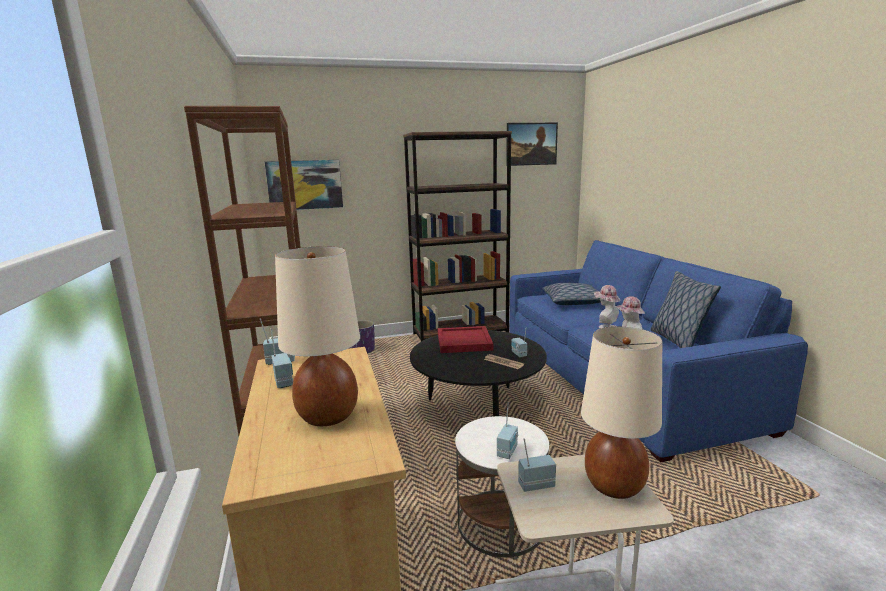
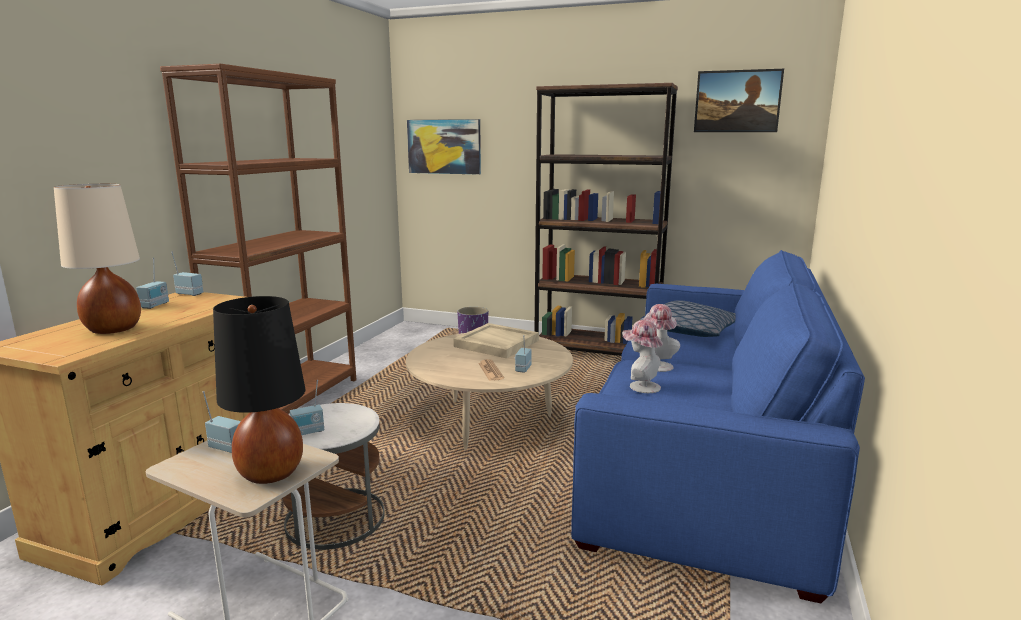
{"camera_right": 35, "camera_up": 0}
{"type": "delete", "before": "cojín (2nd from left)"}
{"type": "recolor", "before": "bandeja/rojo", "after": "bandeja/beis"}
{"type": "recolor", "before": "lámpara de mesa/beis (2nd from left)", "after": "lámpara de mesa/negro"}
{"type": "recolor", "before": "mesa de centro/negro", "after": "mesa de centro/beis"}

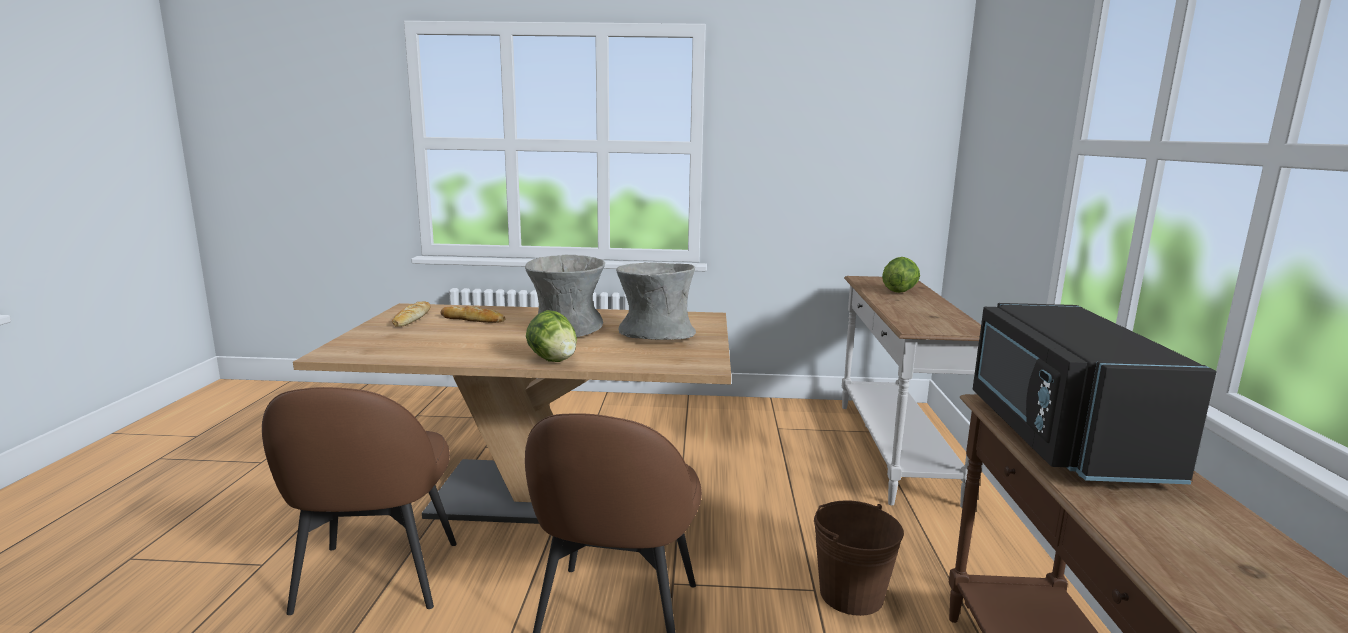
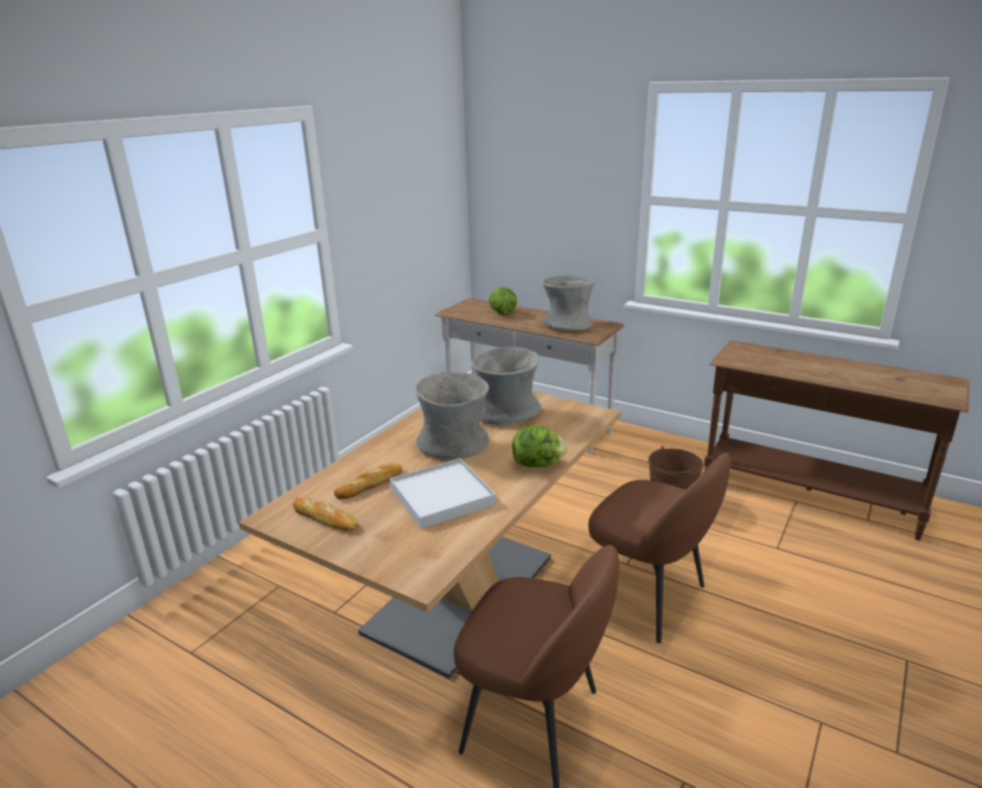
{"camera_right": -60, "camera_up": 10}
{"type": "delete", "before": "microondas/negro"}
{"type": "insert", "after": "florero/gris (3rd from left)"}
{"type": "insert", "after": "bandeja/blanco"}

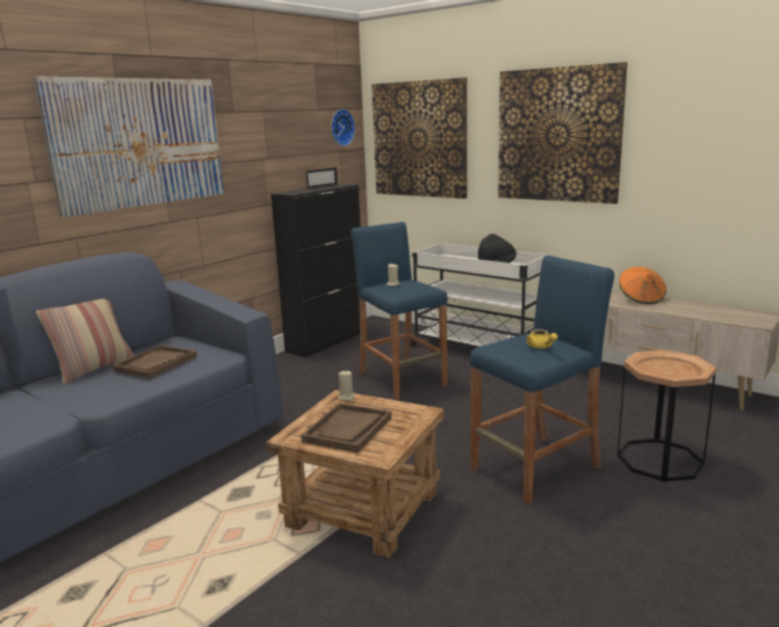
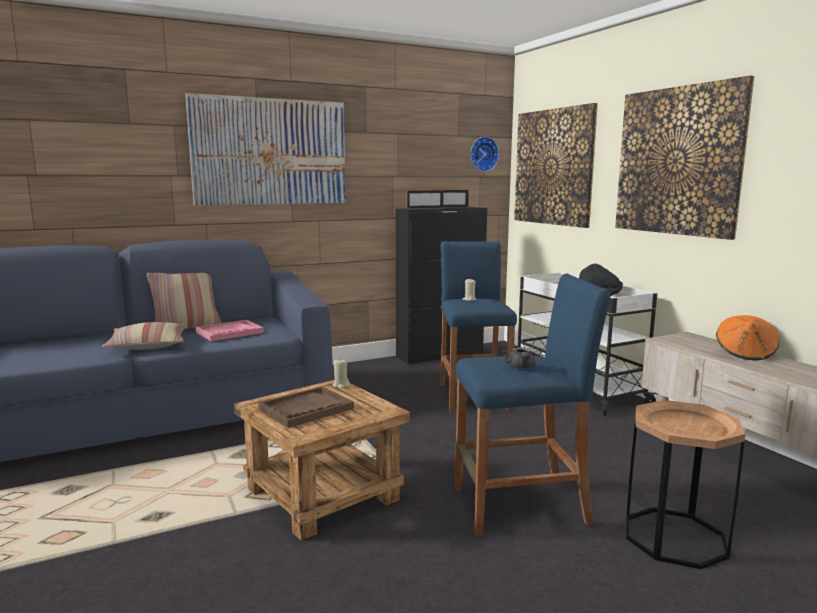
{"camera_right": 25, "camera_up": -5}
{"type": "recolor", "before": "tetera/amarillo", "after": "tetera/gris"}
{"type": "recolor", "before": "bandeja/marrón (1st from left)", "after": "bandeja/rosa"}
{"type": "insert", "after": "portarretratos (1st from left)"}
{"type": "insert", "after": "cojín (1st from left)"}

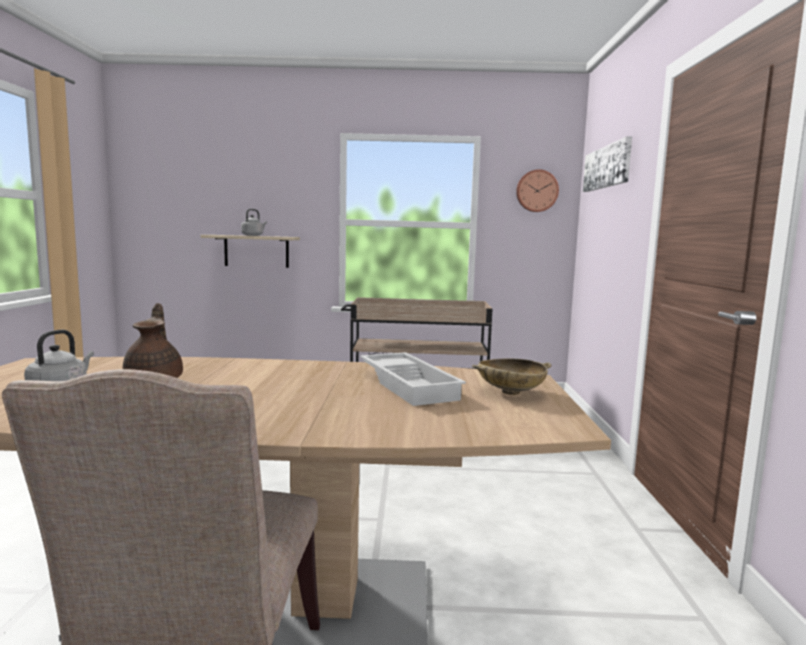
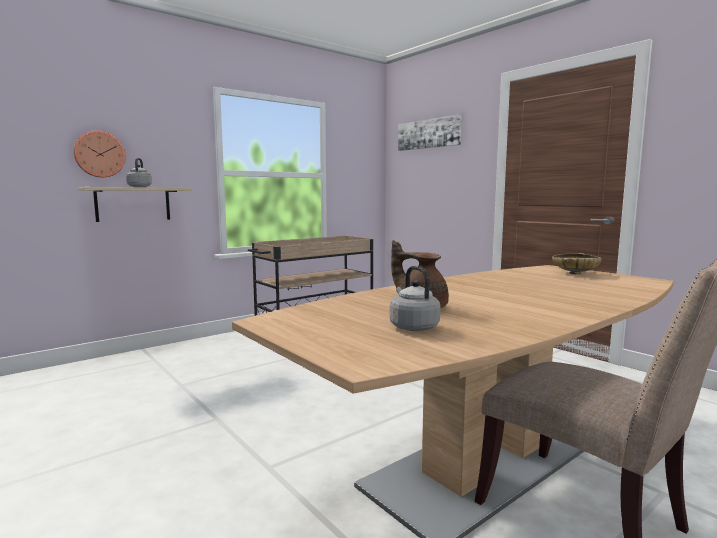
{"camera_right": -40, "camera_up": 0}
{"type": "move", "before": "reloj de pared"}
{"type": "delete", "before": "bandeja/blanco"}

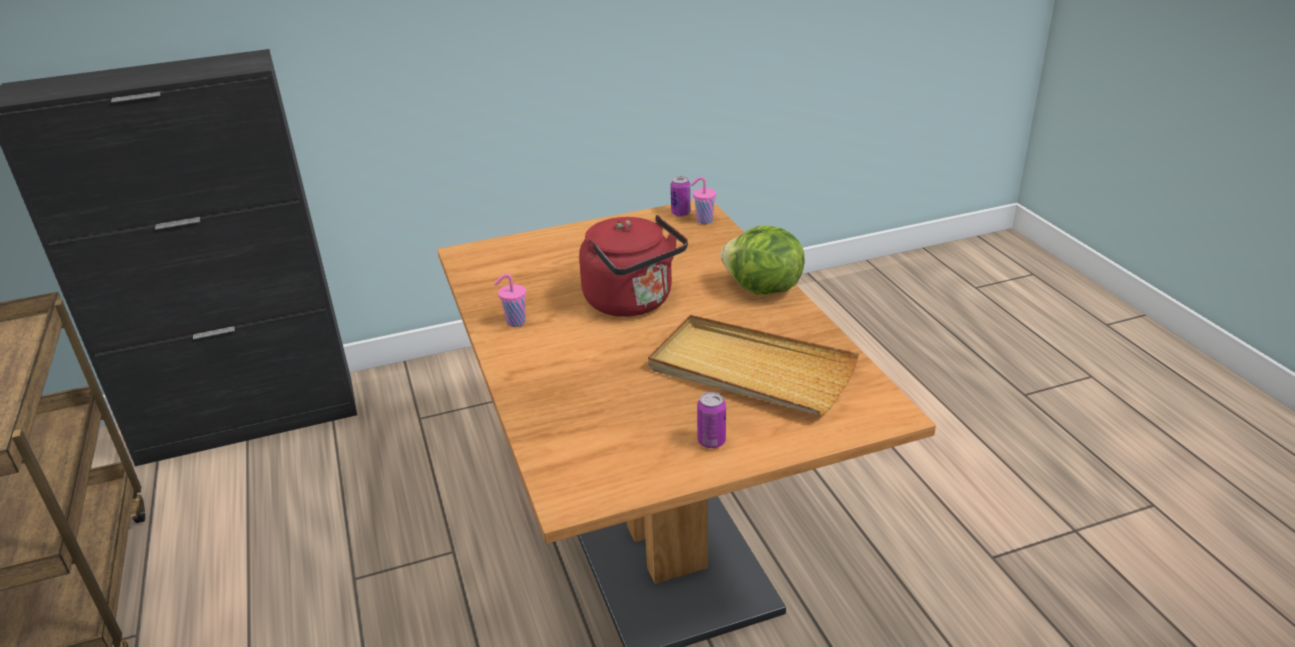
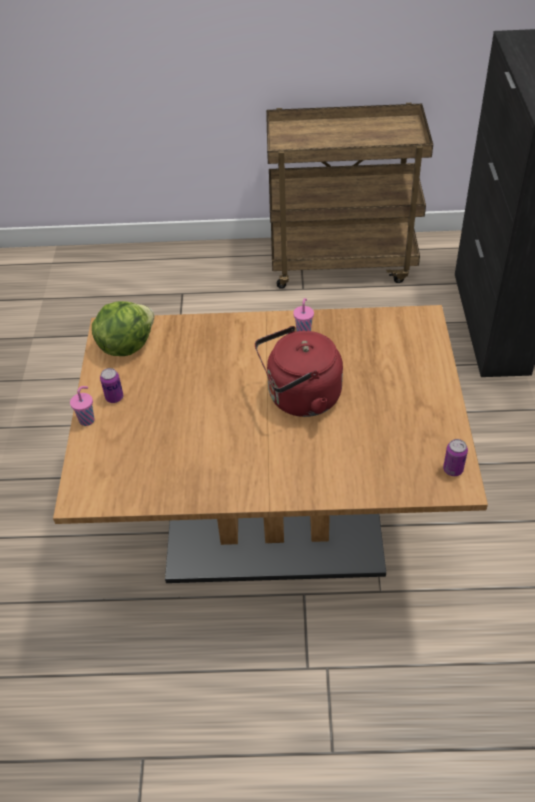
{"camera_right": 110, "camera_up": 15}
{"type": "move", "before": "taza/rosa (2nd from left in the first image)", "after": "taza/rosa (1st from left)"}
{"type": "move", "before": "lechuga"}
{"type": "delete", "before": "bandeja/beis"}

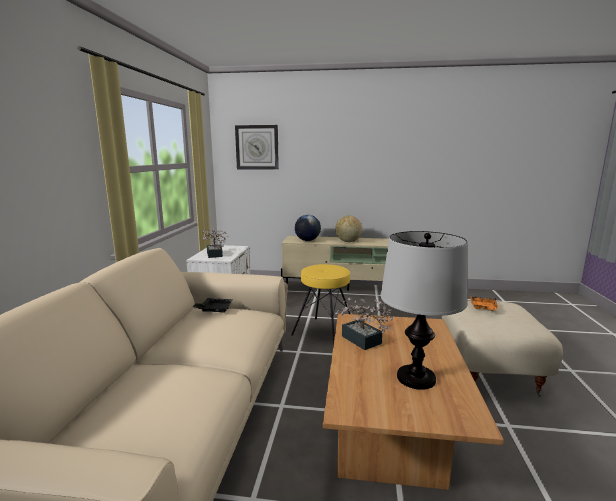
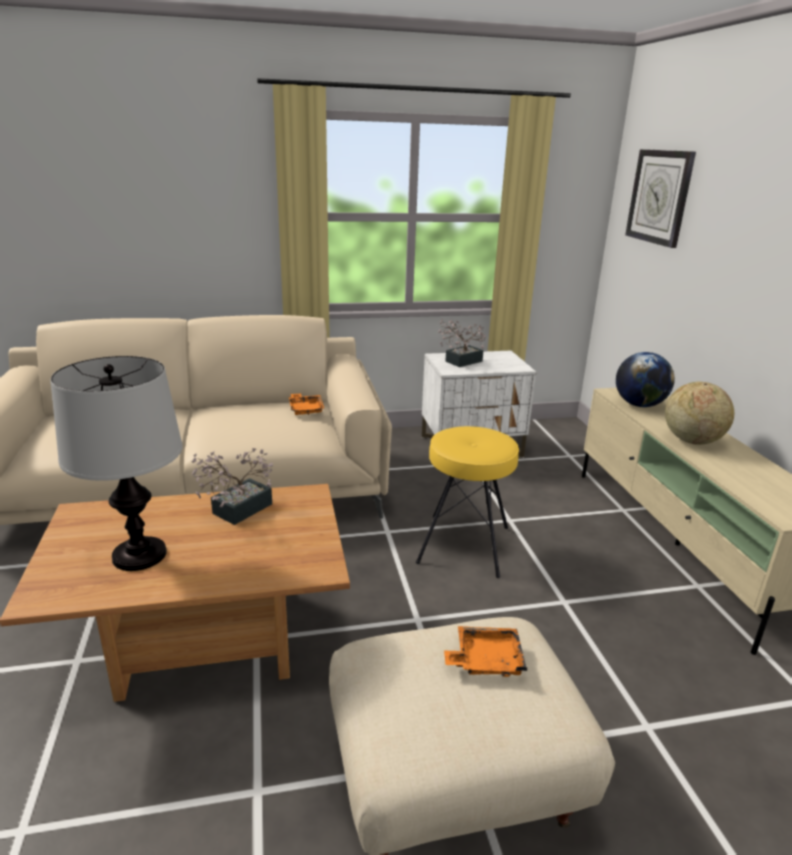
{"camera_right": 70, "camera_up": 10}
{"type": "recolor", "before": "bandeja/negro", "after": "bandeja/naranja (1st from left)"}

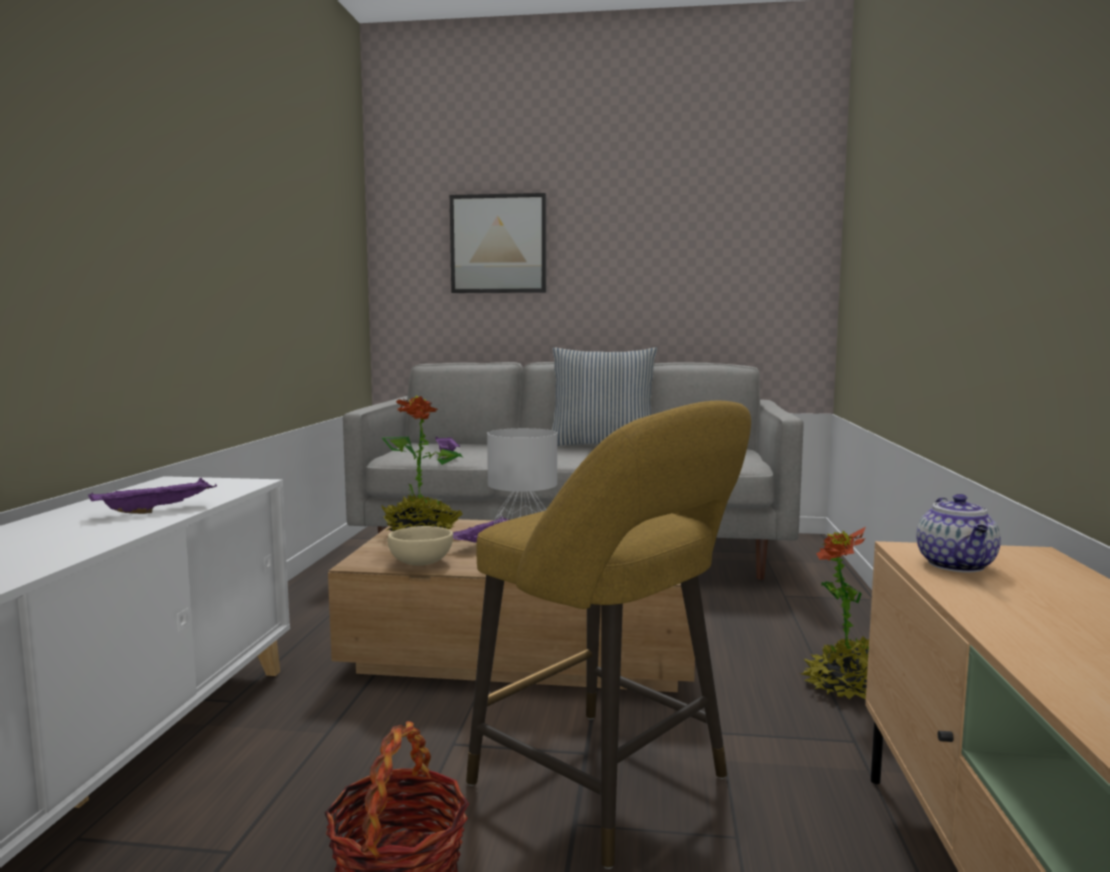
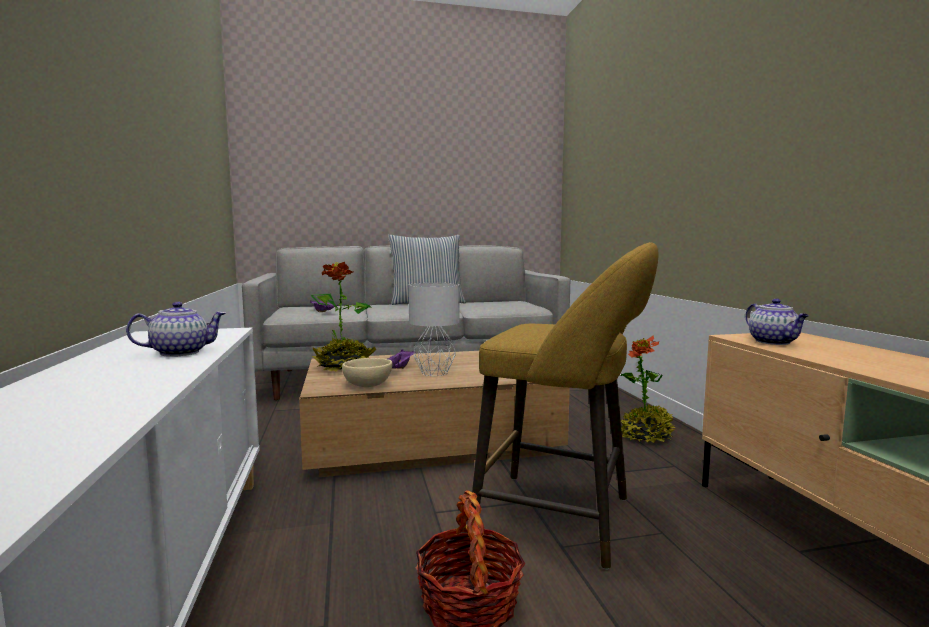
{"camera_right": -20, "camera_up": 0}
{"type": "delete", "before": "cuadro"}
{"type": "replace", "before": "bandeja/morado (1st from left)", "after": "tetera (1st from left)"}

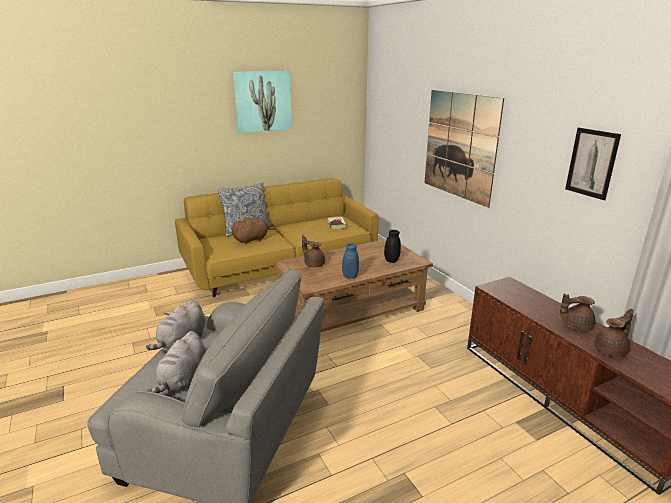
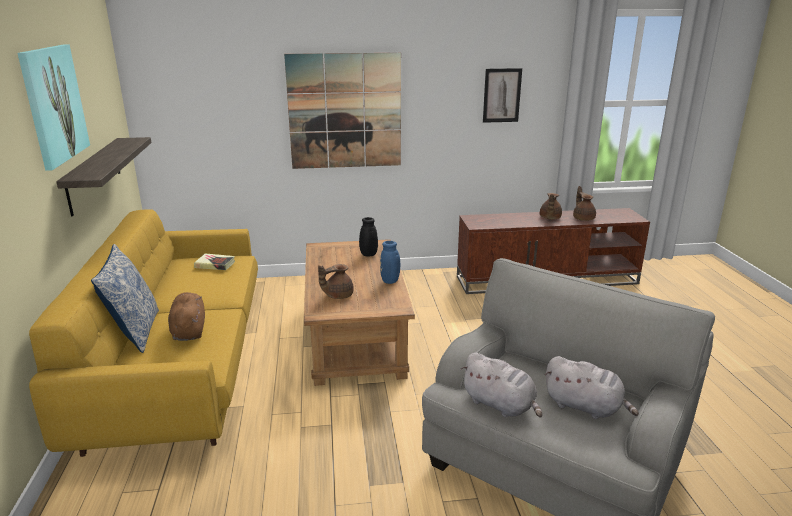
{"camera_right": -70, "camera_up": 0}
{"type": "insert", "after": "estante"}

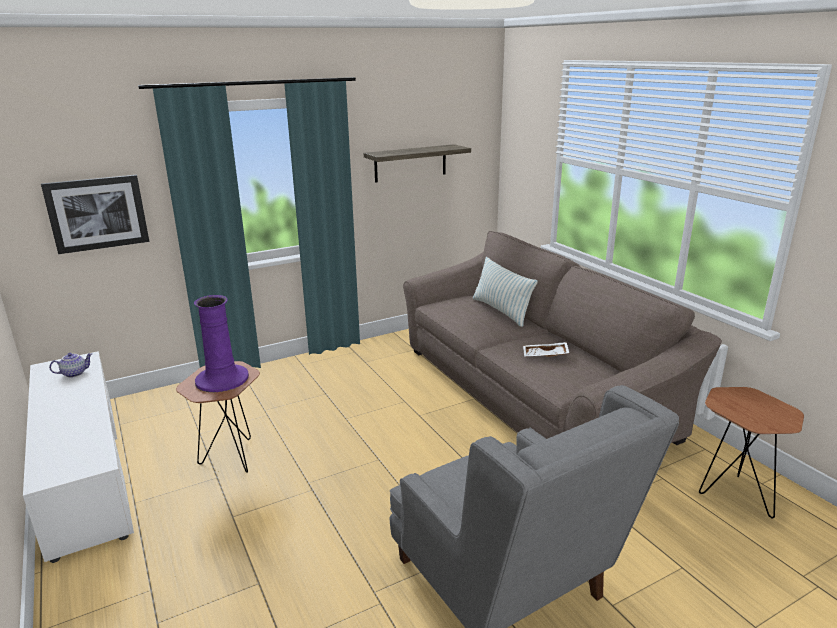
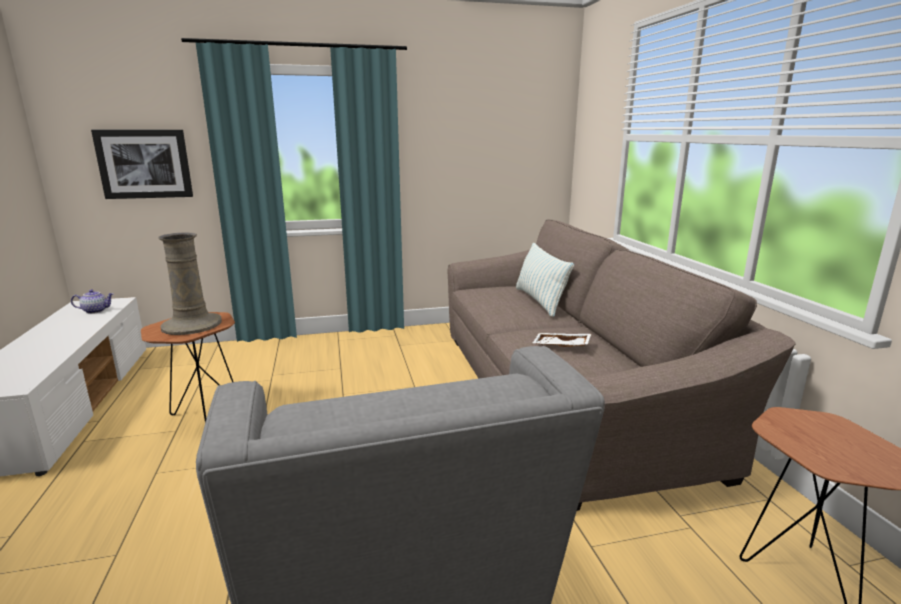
{"camera_right": 15, "camera_up": -5}
{"type": "delete", "before": "estante"}
{"type": "recolor", "before": "florero/morado", "after": "florero/beis"}

